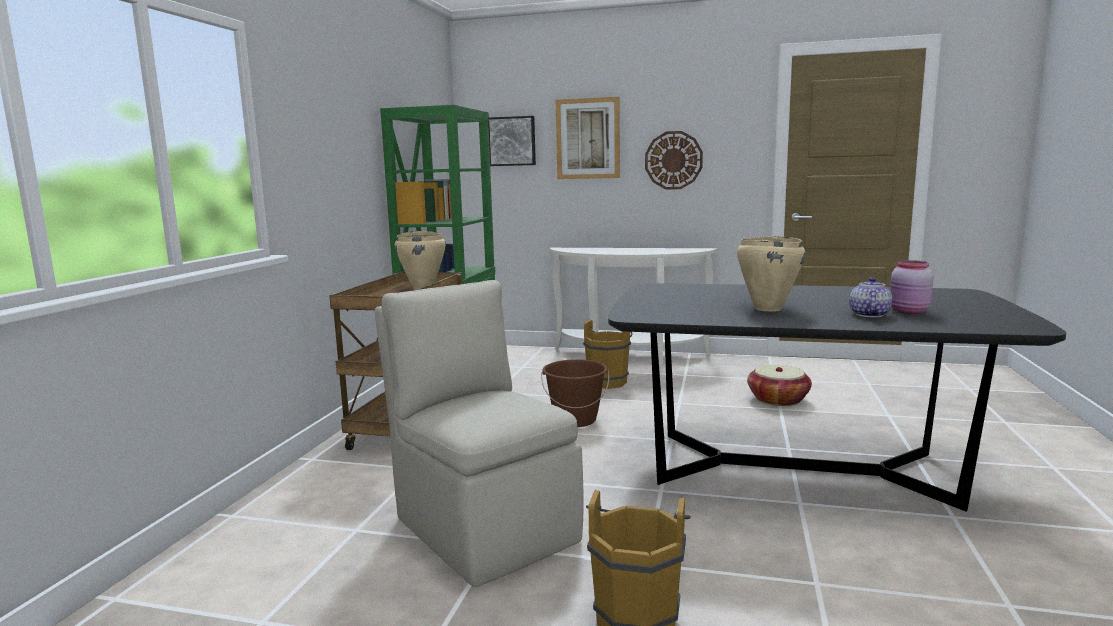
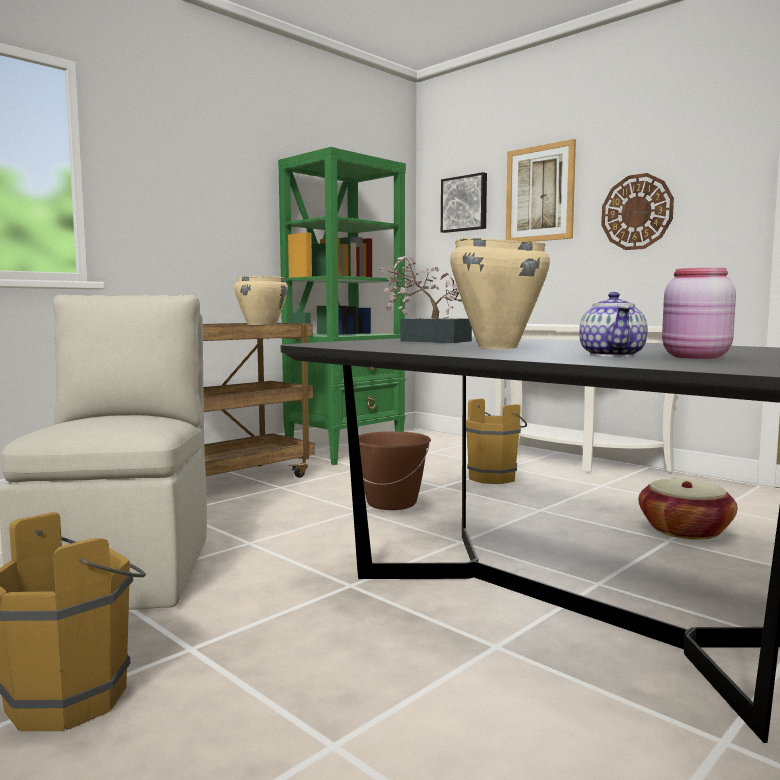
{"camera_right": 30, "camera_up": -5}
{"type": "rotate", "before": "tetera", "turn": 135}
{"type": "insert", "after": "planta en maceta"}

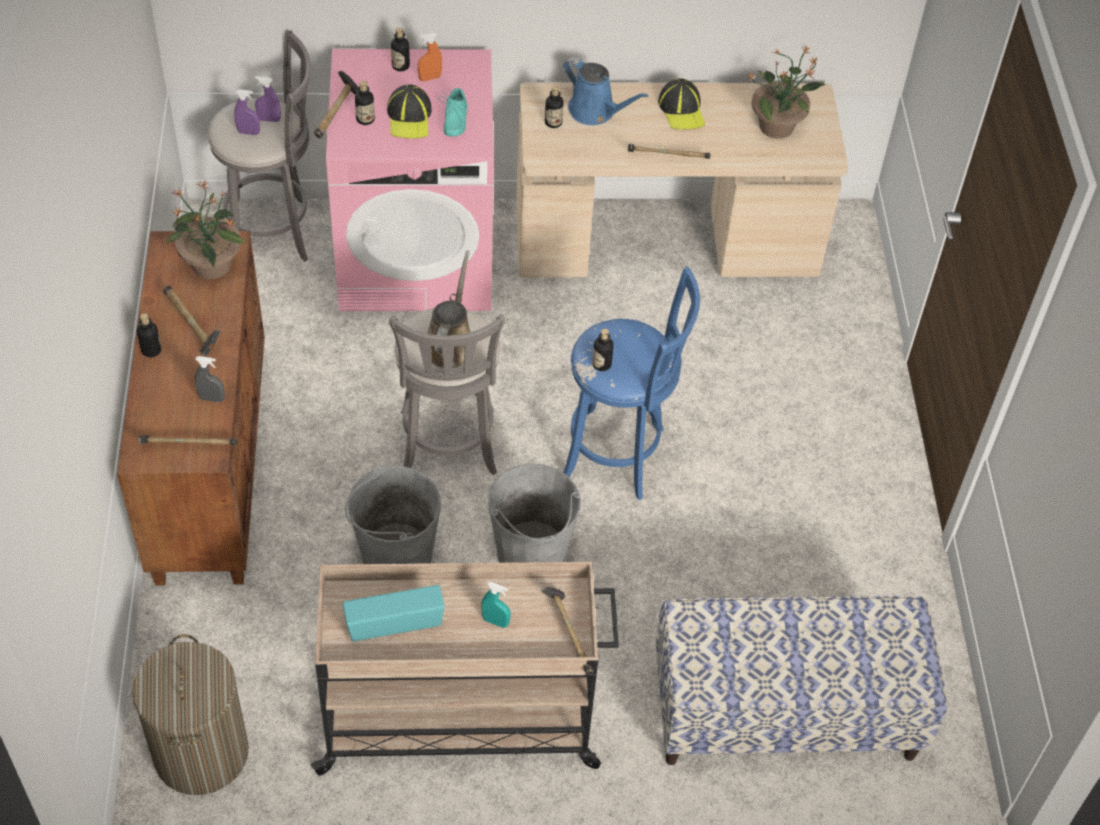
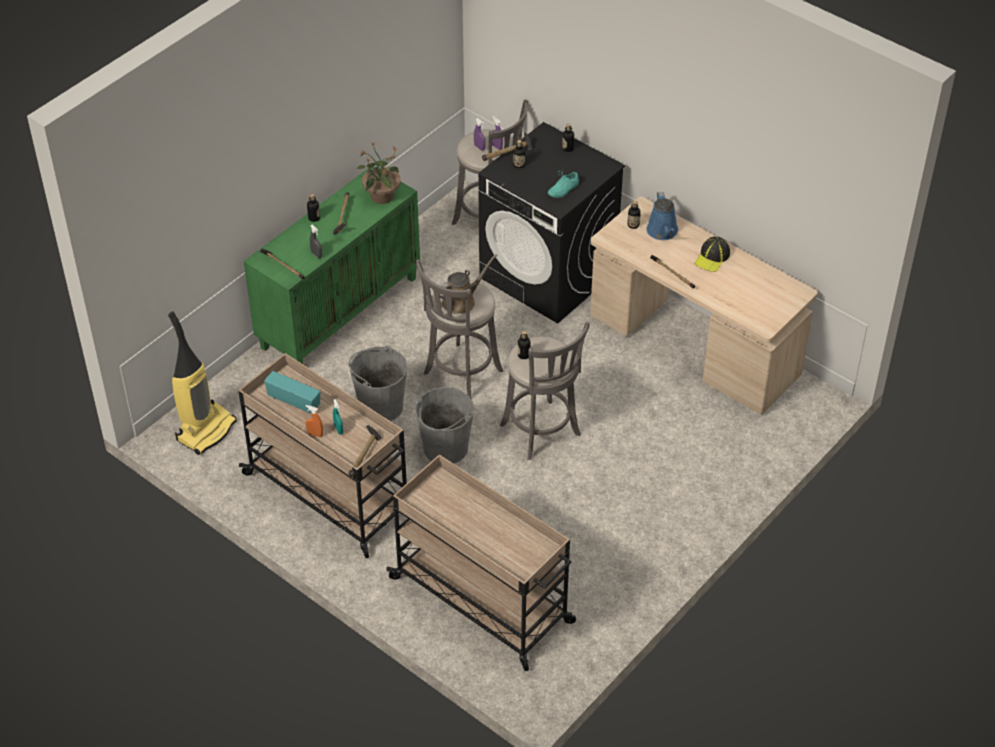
{"camera_right": 45, "camera_up": -5}
{"type": "move", "before": "pulverizador/naranja"}
{"type": "delete", "before": "planta en maceta (2nd from left)"}
{"type": "recolor", "before": "lavadora/rosa", "after": "lavadora/negro"}
{"type": "delete", "before": "gorra (1st from left)"}
{"type": "recolor", "before": "armario/marrón", "after": "armario/verde"}
{"type": "recolor", "before": "taburete/azul", "after": "taburete/gris (3rd from left)"}
{"type": "replace", "before": "banco", "after": "carrito/beis (2nd from left)"}
{"type": "replace", "before": "cesto de la ropa", "after": "aspiradora"}

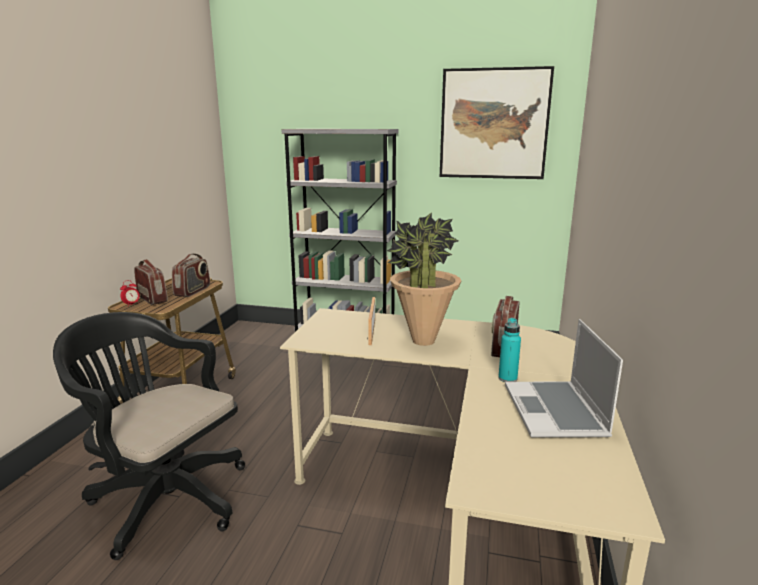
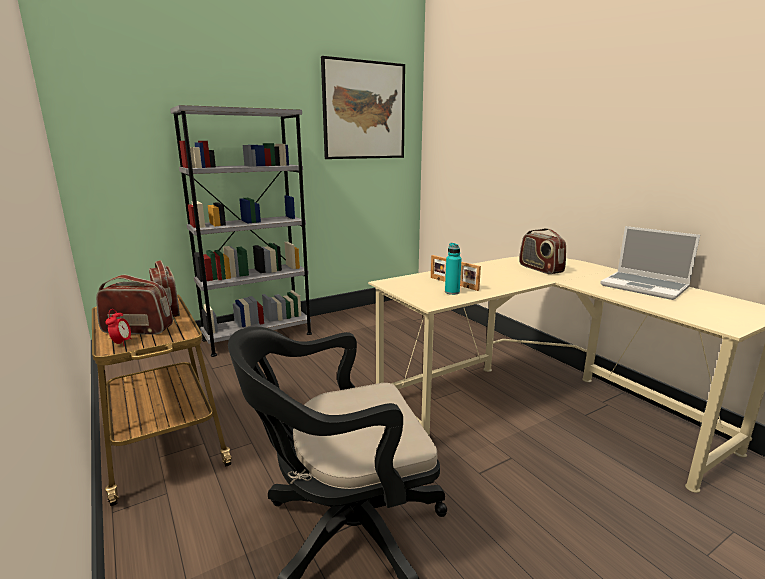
{"camera_right": -45, "camera_up": 0}
{"type": "delete", "before": "planta en maceta"}
{"type": "move", "before": "botella/turquesa"}

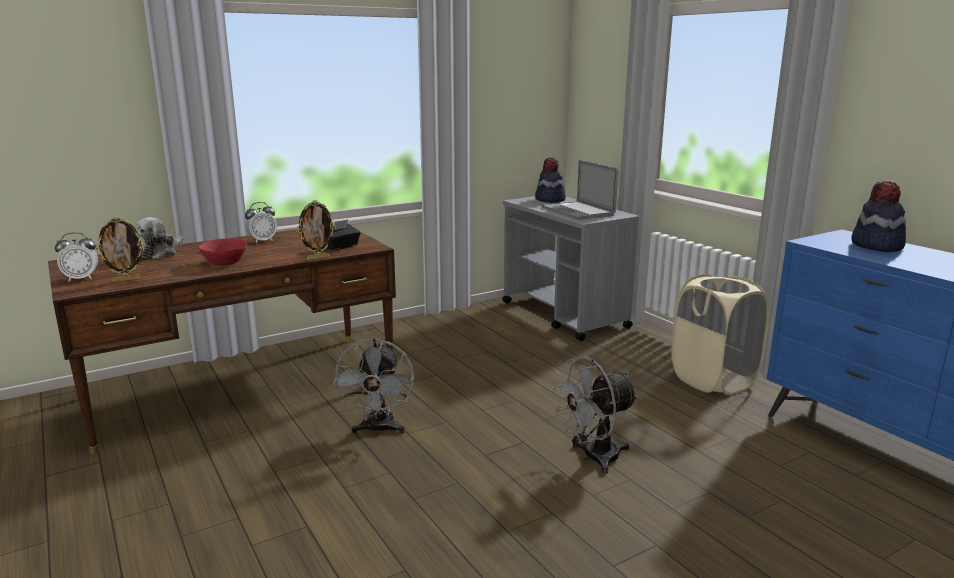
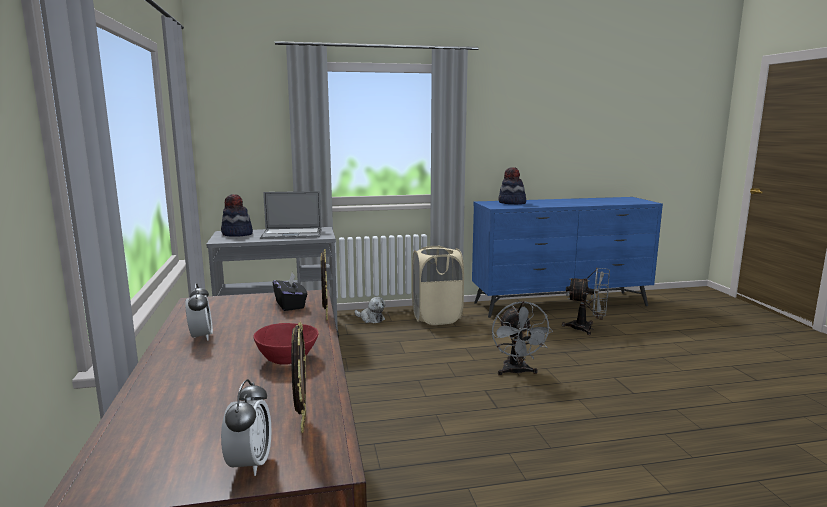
{"camera_right": -70, "camera_up": -5}
{"type": "move", "before": "peluche"}
{"type": "move", "before": "ventilador/gris (1st from left in the first image)", "after": "ventilador/gris (2nd from left)"}

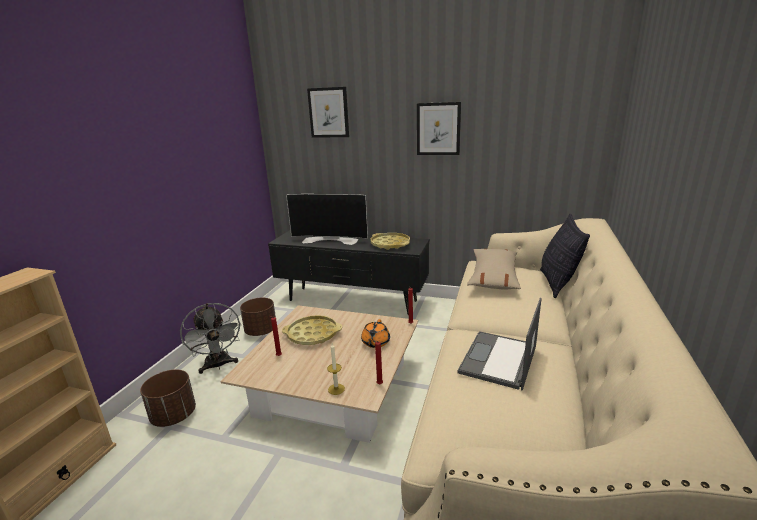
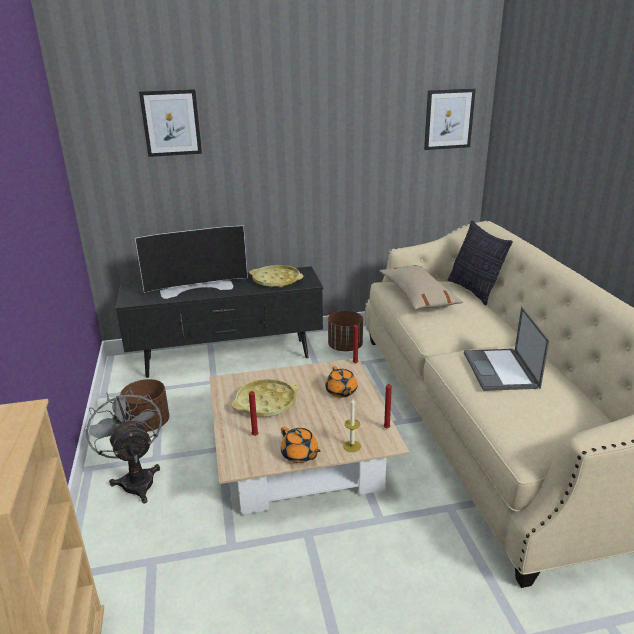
{"camera_right": -30, "camera_up": 5}
{"type": "move", "before": "cuadro (2nd from left)"}
{"type": "rotate", "before": "ventilador/gris", "turn": -150}
{"type": "move", "before": "maceta/marrón (1st from left in the first image)", "after": "maceta/marrón (2nd from left)"}
{"type": "insert", "after": "tetera/naranja (1st from left)"}

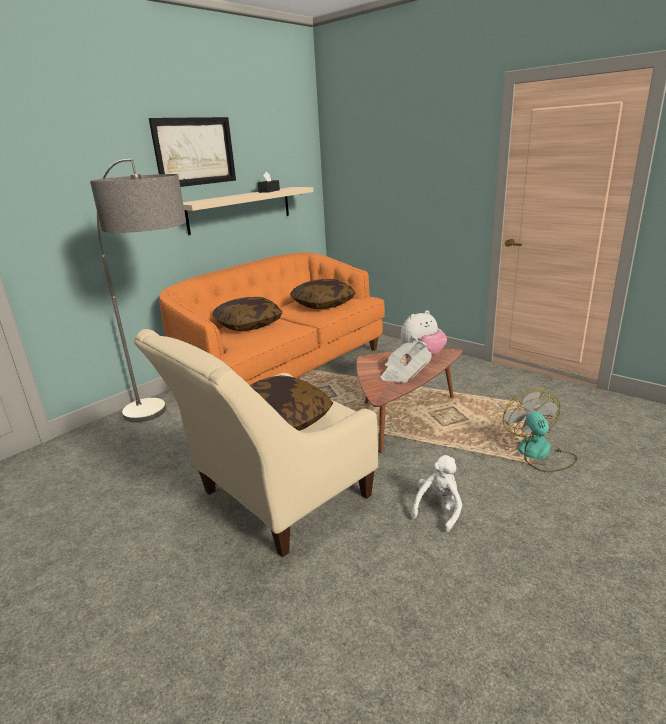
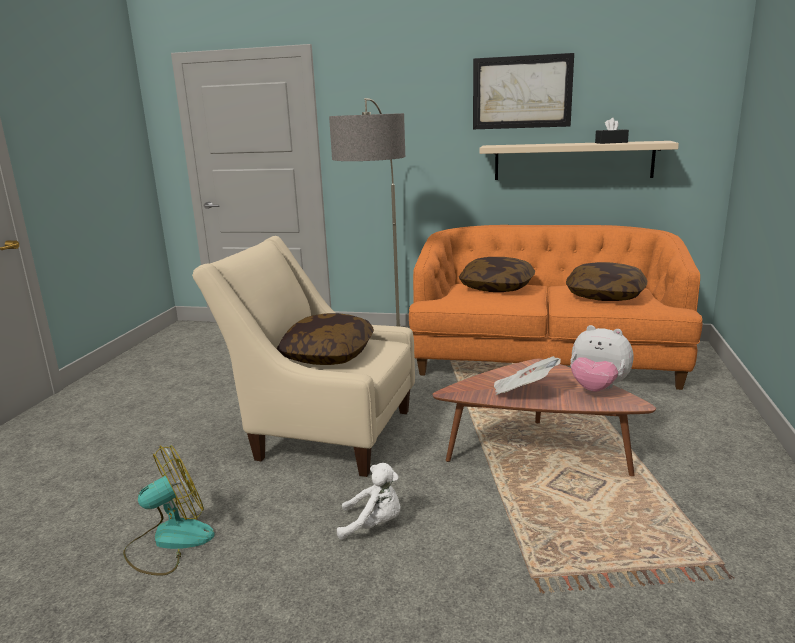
{"camera_right": 60, "camera_up": -5}
{"type": "move", "before": "ventilador"}

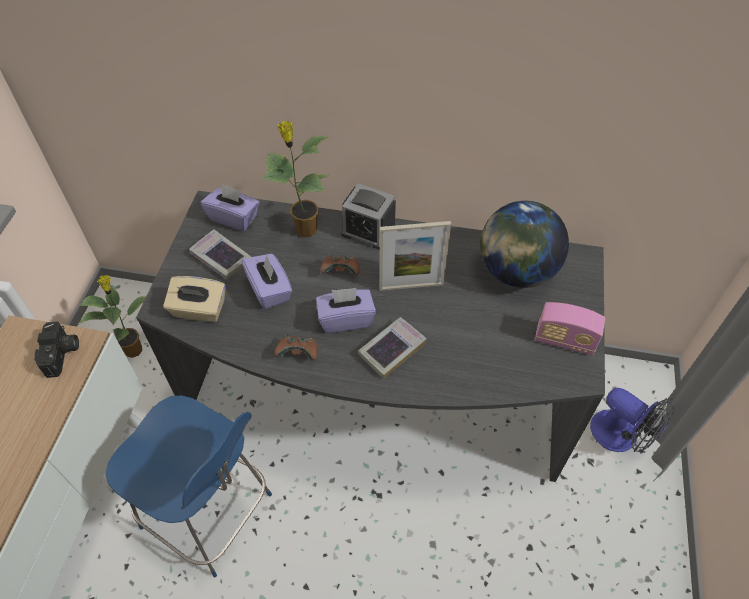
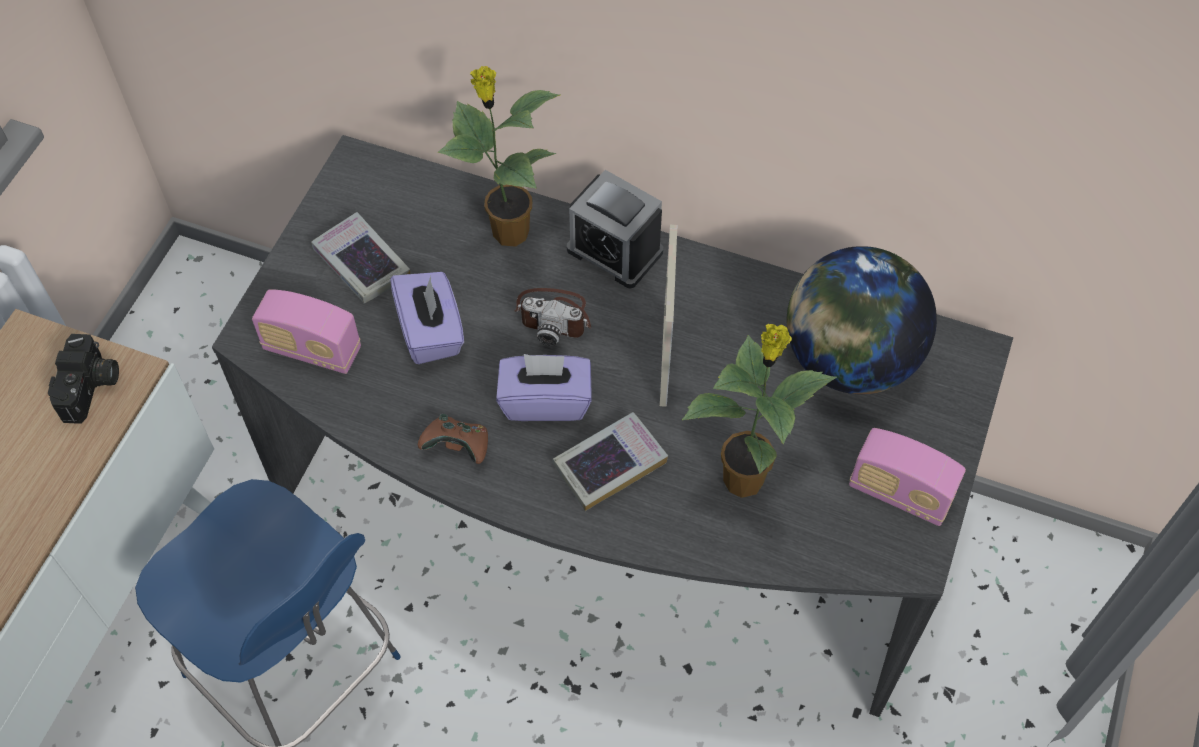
{"camera_right": 10, "camera_up": 5}
{"type": "delete", "before": "caja de pañuelos/morado (1st from left)"}
{"type": "rotate", "before": "portarretratos", "turn": -90}
{"type": "replace", "before": "mando de consola/marrón (2nd from left)", "after": "cámara (2nd from left)"}
{"type": "move", "before": "planta en maceta (1st from left in the first image)", "after": "planta en maceta (2nd from left)"}
{"type": "replace", "before": "caja de pañuelos/beis", "after": "radio (1st from left)"}
{"type": "delete", "before": "ventilador"}

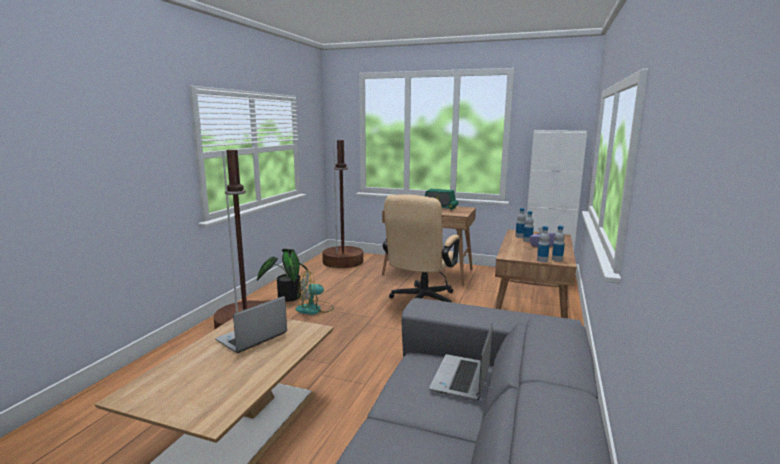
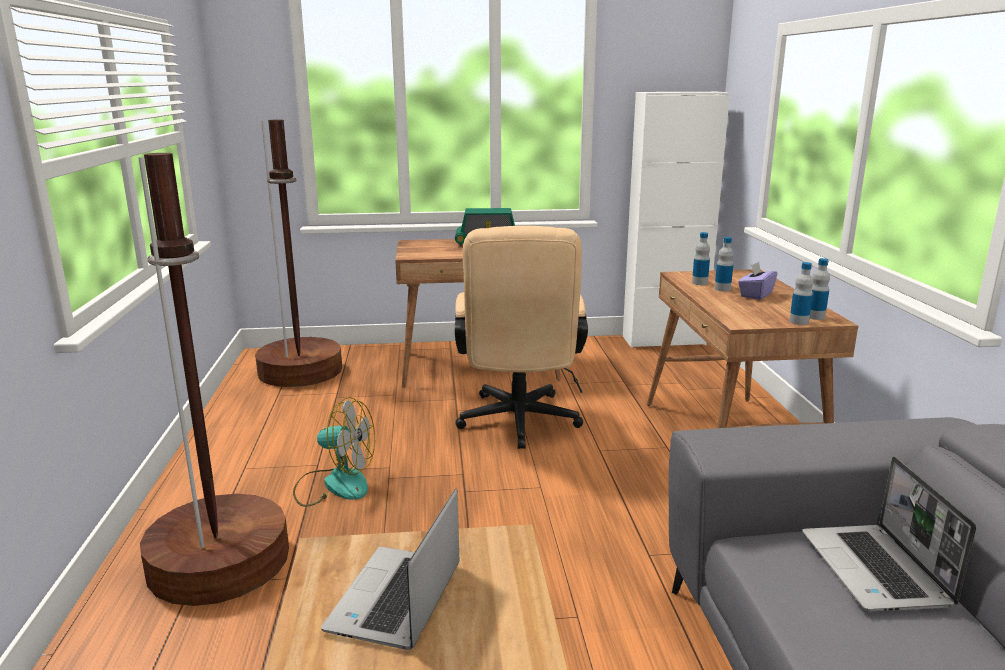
{"camera_right": -25, "camera_up": 5}
{"type": "delete", "before": "planta en maceta"}
{"type": "rotate", "before": "ventilador", "turn": -120}

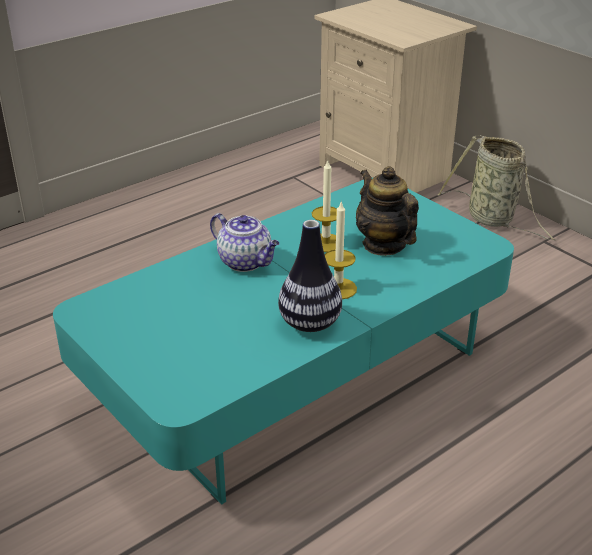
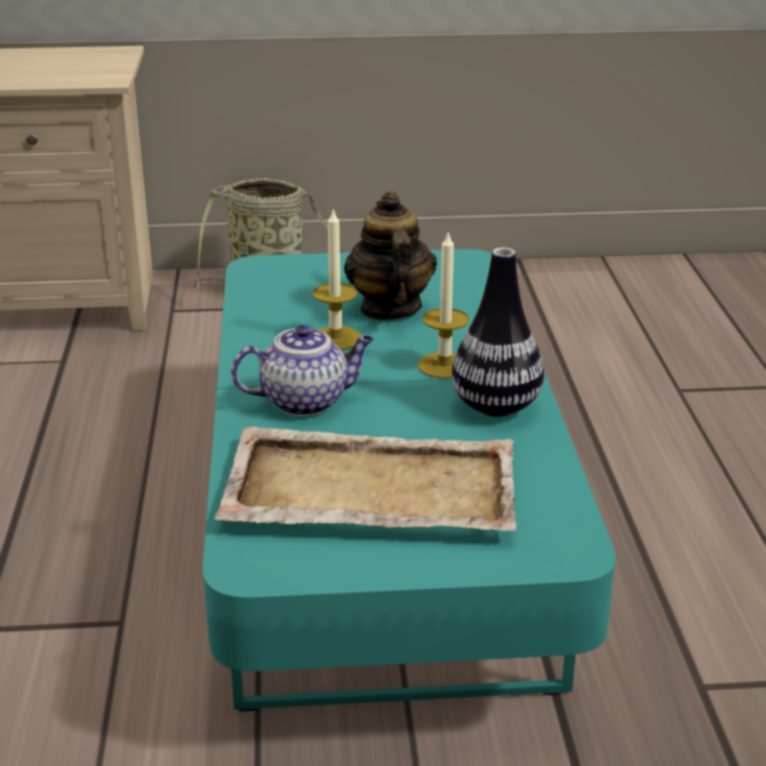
{"camera_right": -55, "camera_up": -5}
{"type": "rotate", "before": "tetera (2nd from left)", "turn": 75}
{"type": "insert", "after": "bandeja/beis"}

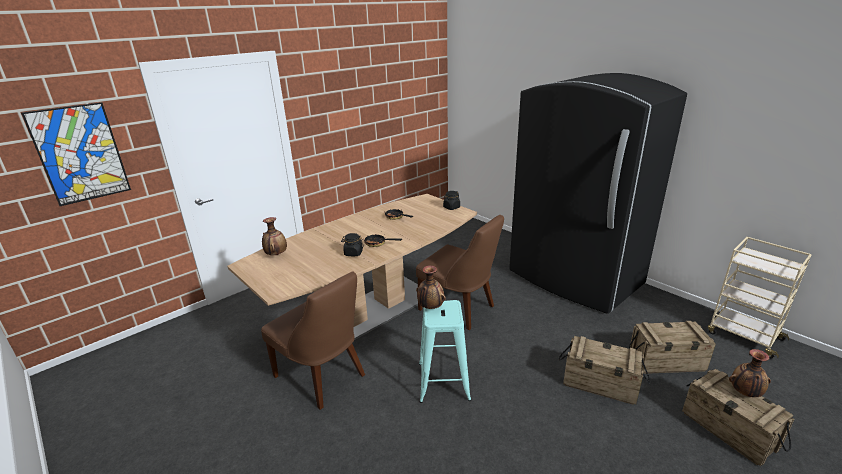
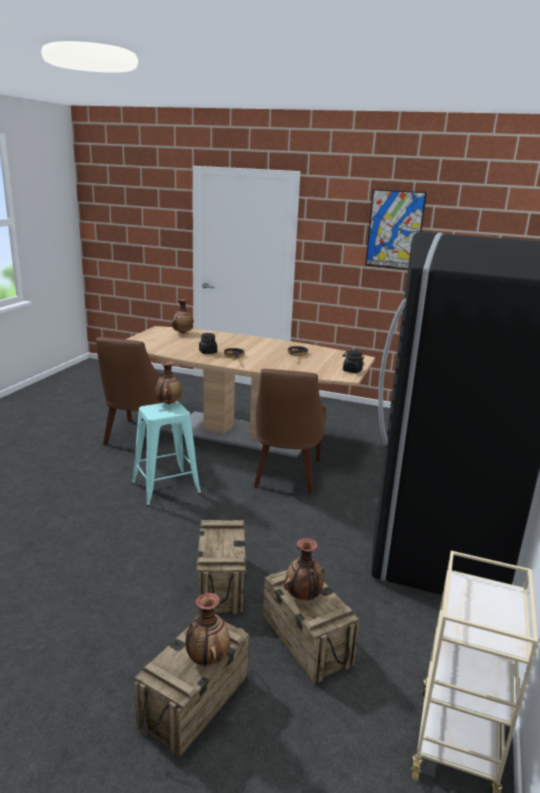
{"camera_right": 60, "camera_up": -5}
{"type": "move", "before": "cuadro"}
{"type": "insert", "after": "florero (4th from left)"}

